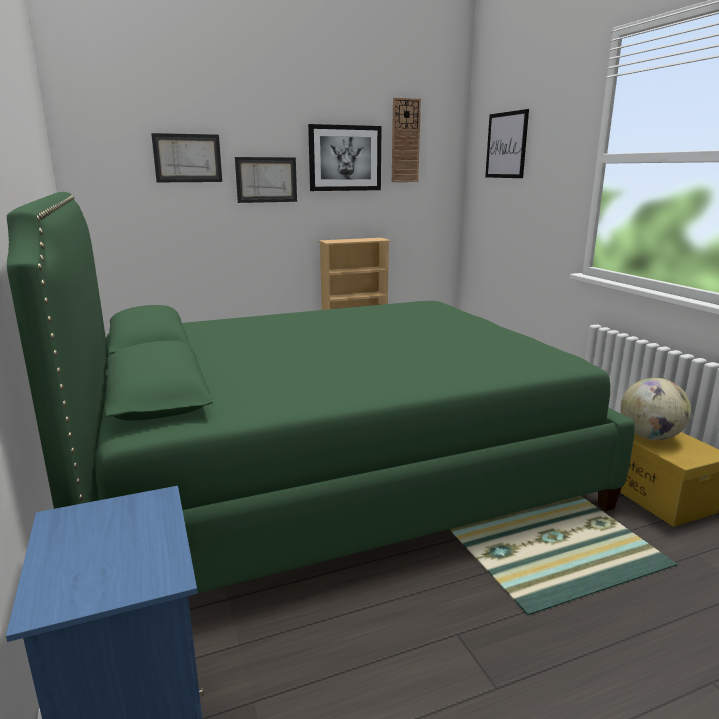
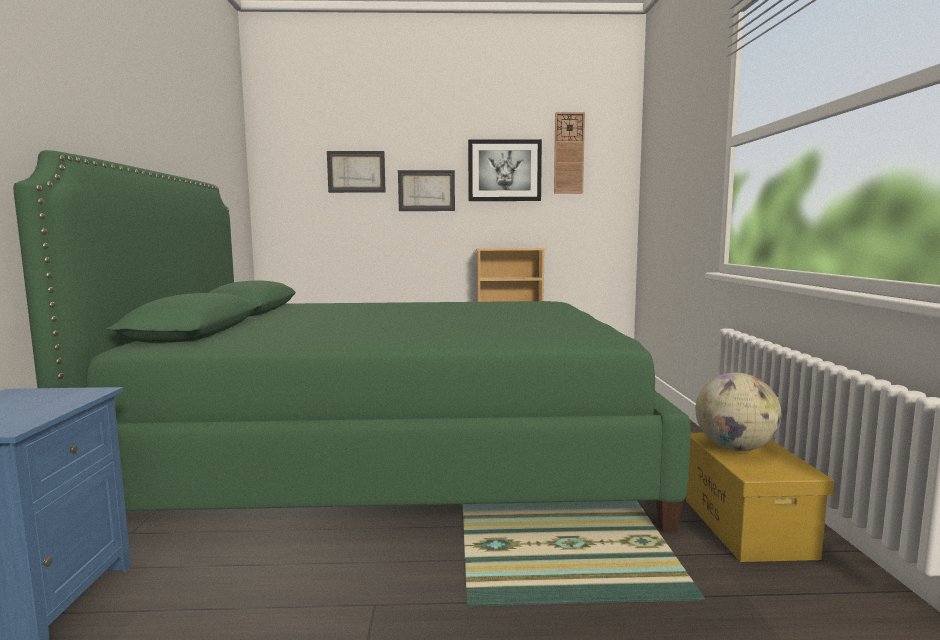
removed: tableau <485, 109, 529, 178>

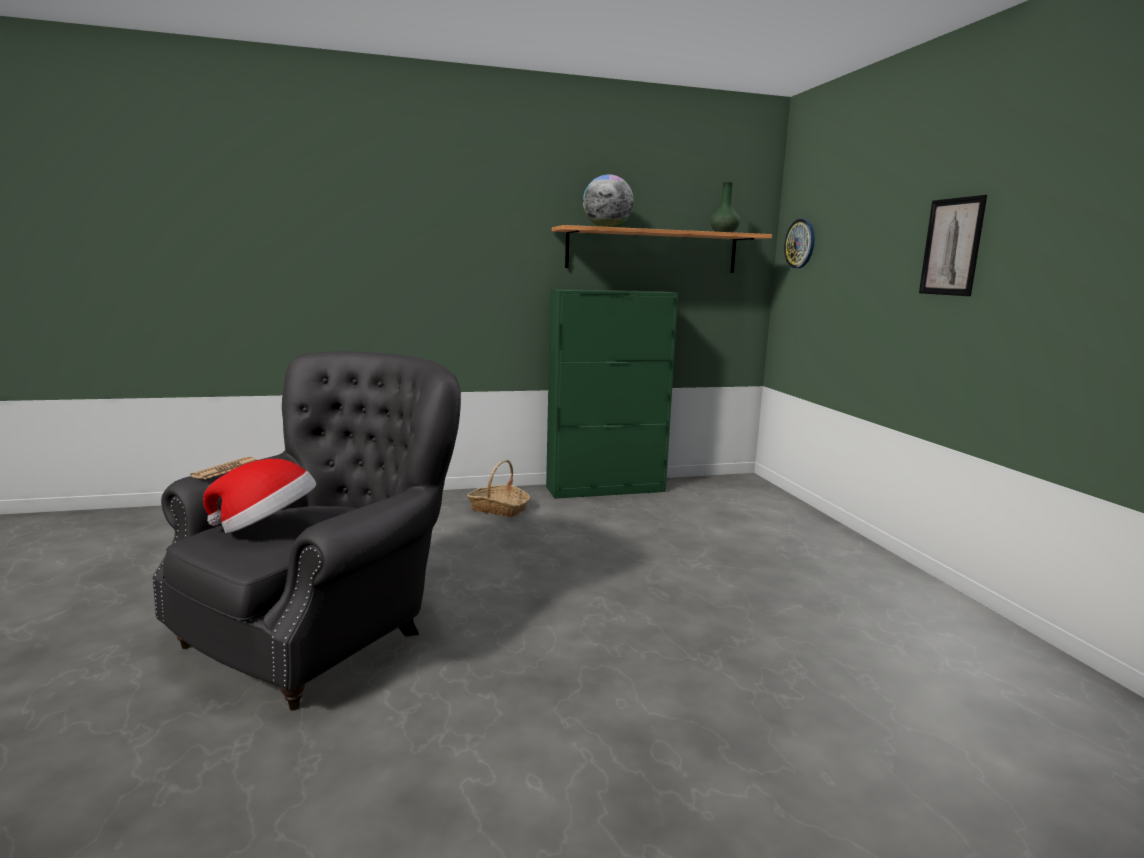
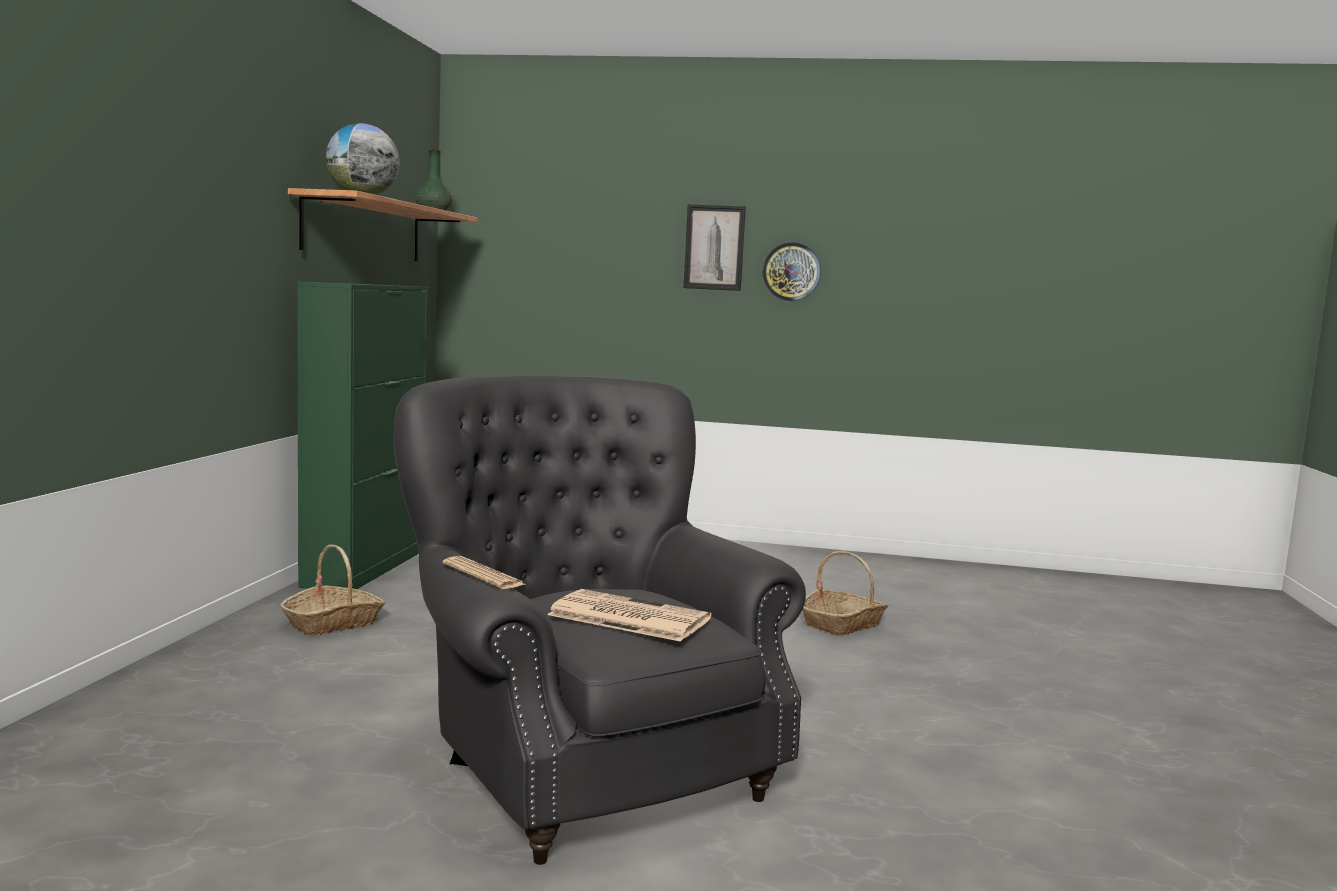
added: panier <802, 551, 888, 636>
moved: horloge murale <784, 219, 815, 268> to <762, 242, 821, 301>
replaced: chapeau <203, 459, 316, 533> to journal <547, 589, 711, 642>

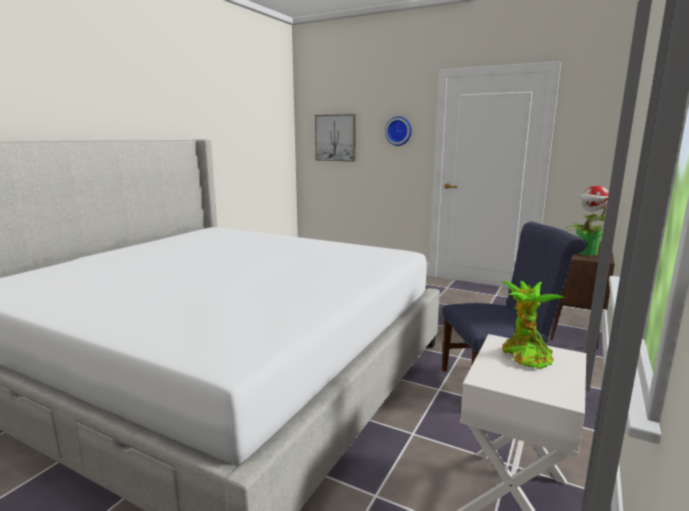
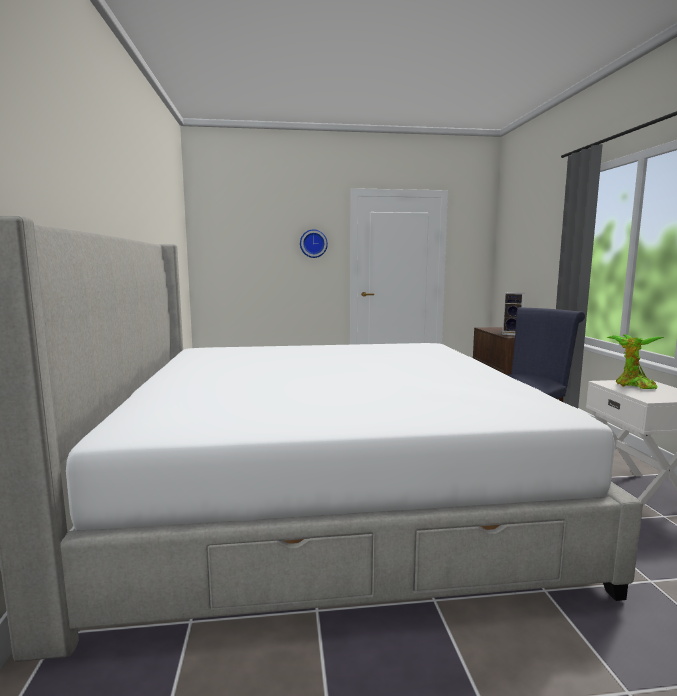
removed: tableau <315, 114, 356, 162>
replaced: plante en pot <566, 185, 609, 256> to enceinte <502, 292, 525, 335>

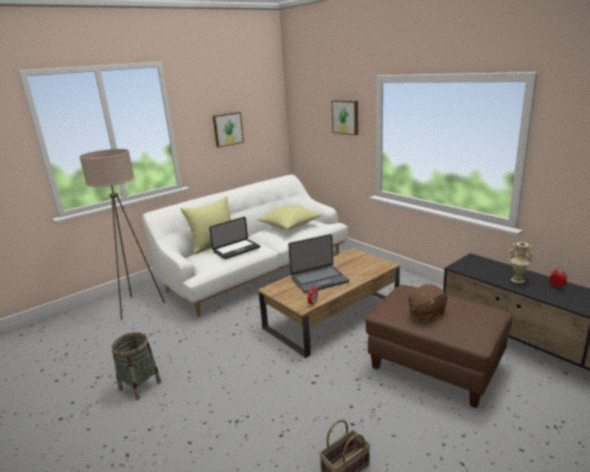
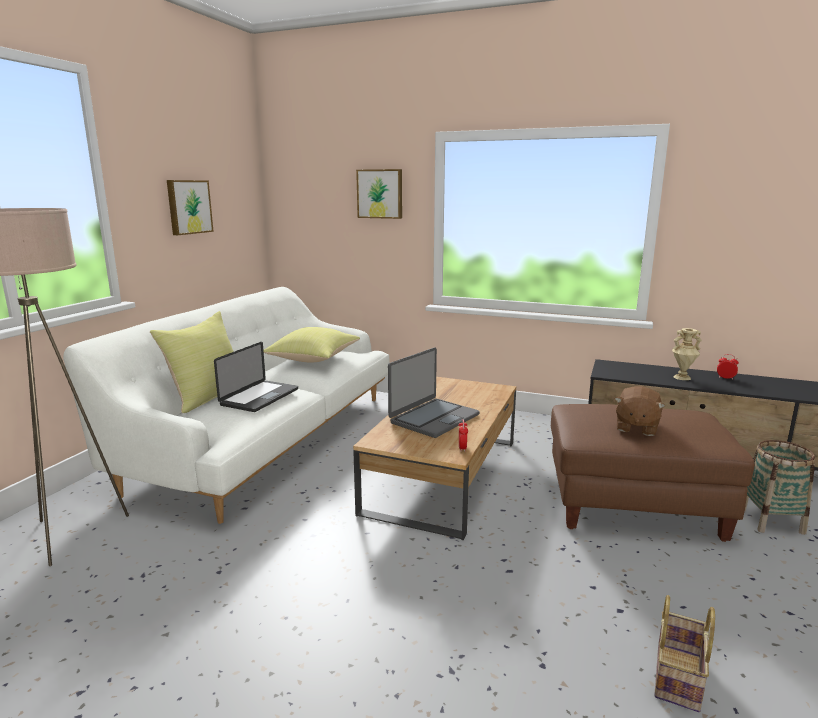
moved: panier <112, 332, 161, 400> to <745, 440, 816, 535>

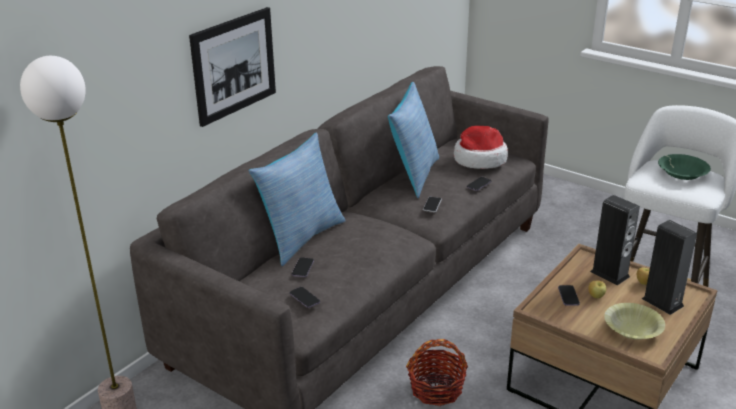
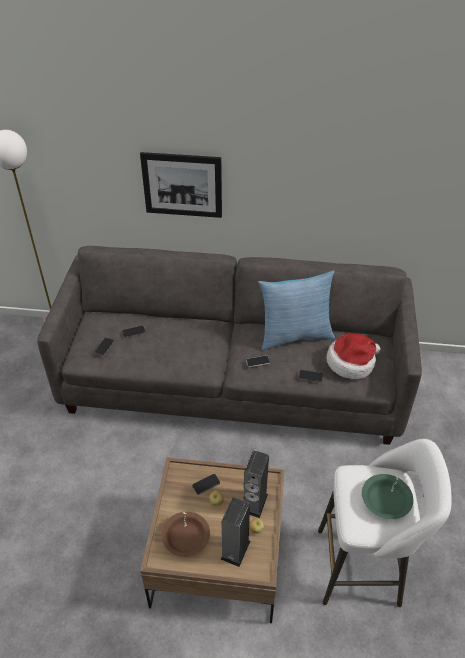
removed: coussin <248, 132, 346, 266>; panier <406, 339, 468, 406>
recoloured: bol [jaune] <604, 303, 665, 340> to bol [marron] <161, 512, 210, 557>

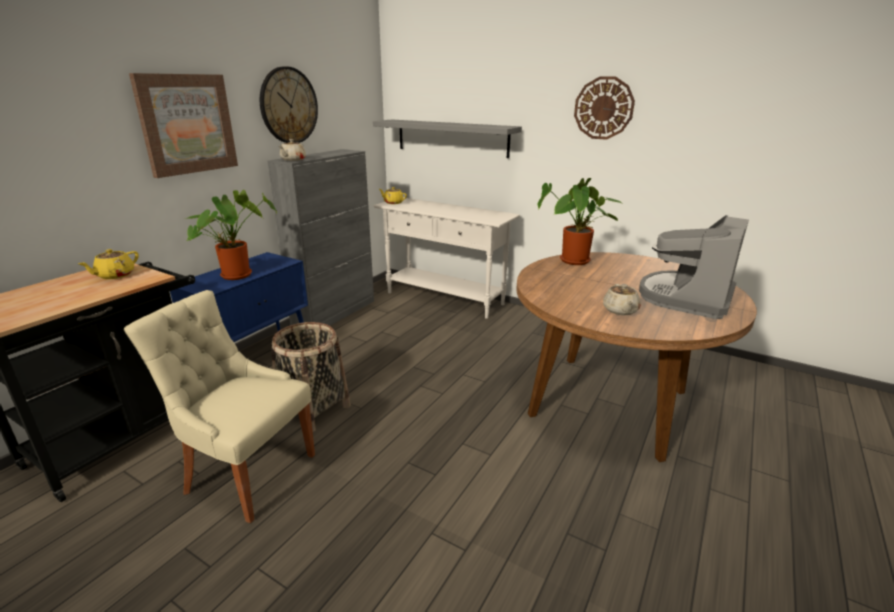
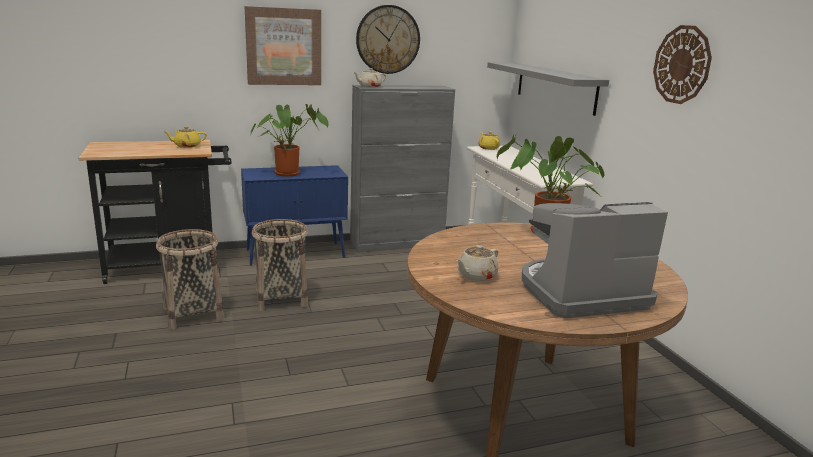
replaced: chaise [beige] <124, 290, 315, 523> to panier <156, 229, 224, 330>

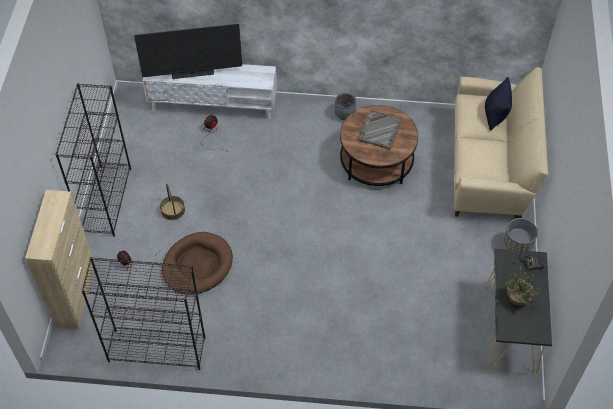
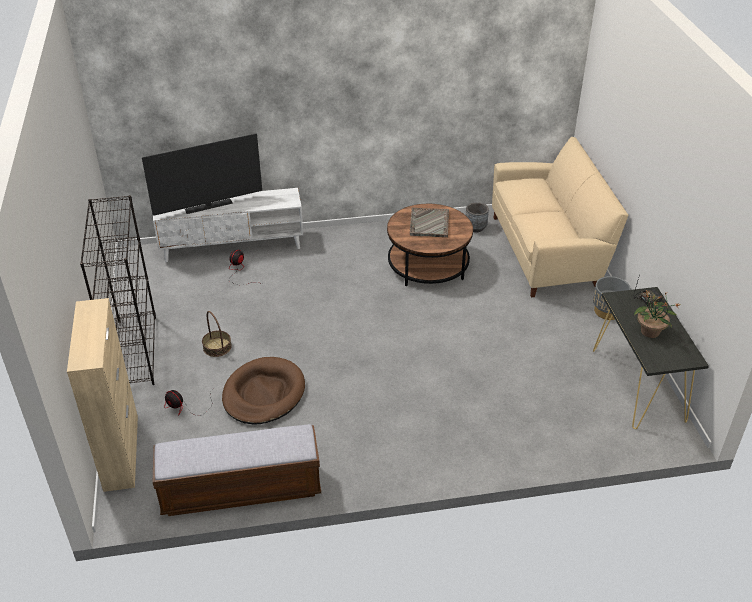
removed: coussin [noir] <485, 77, 512, 131>
moved: cache-pot [gris] <335, 93, 356, 120> to <466, 202, 489, 232>
replaced: bibliothèque [noir] <81, 257, 206, 370> to banc <153, 424, 321, 516>

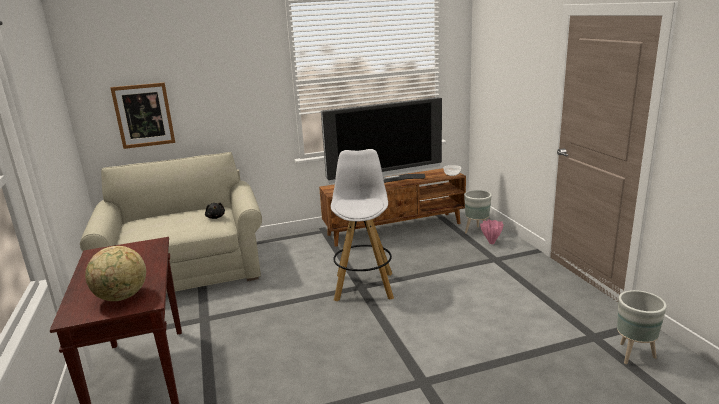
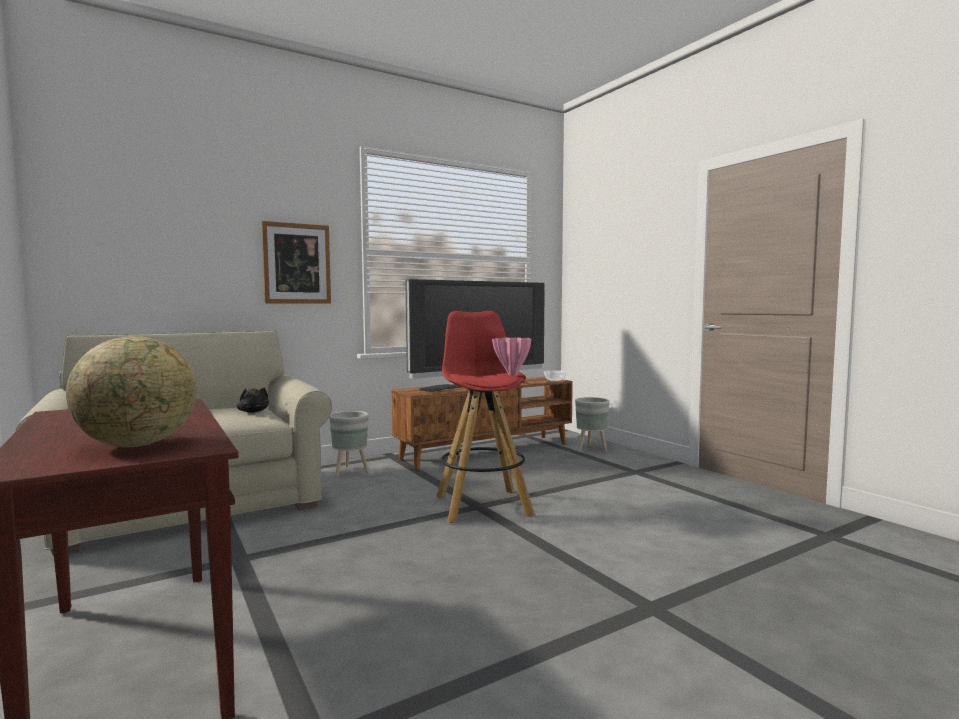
moved: tableau <110, 82, 175, 149> to <262, 221, 331, 304>; cache-pot [gris] <617, 290, 667, 364> to <329, 411, 369, 476>; vase [rose] <480, 219, 504, 244> to <492, 338, 532, 376>
recoloured: tabouret [blanc] <331, 149, 394, 301> to tabouret [rouge] <436, 311, 535, 523>

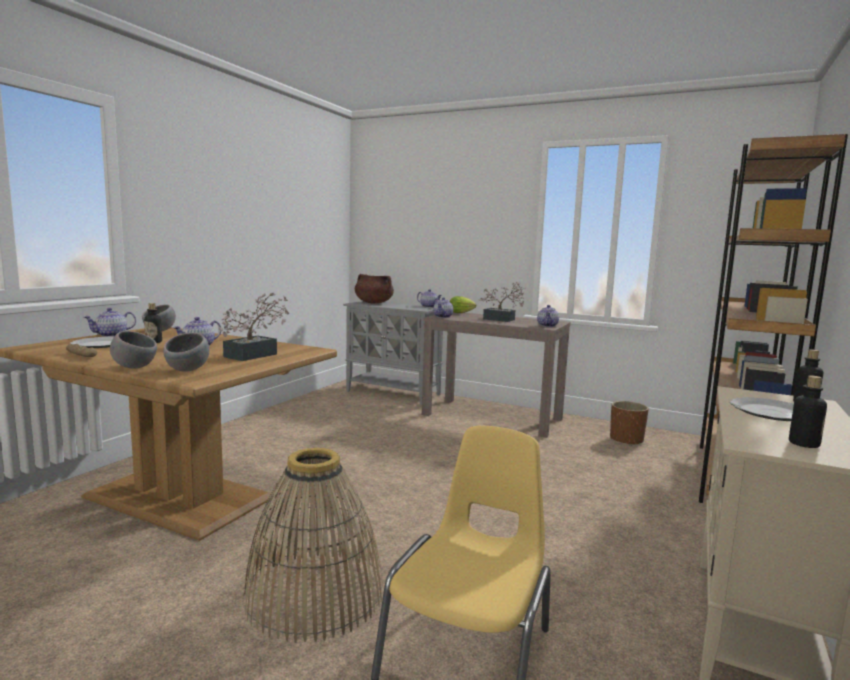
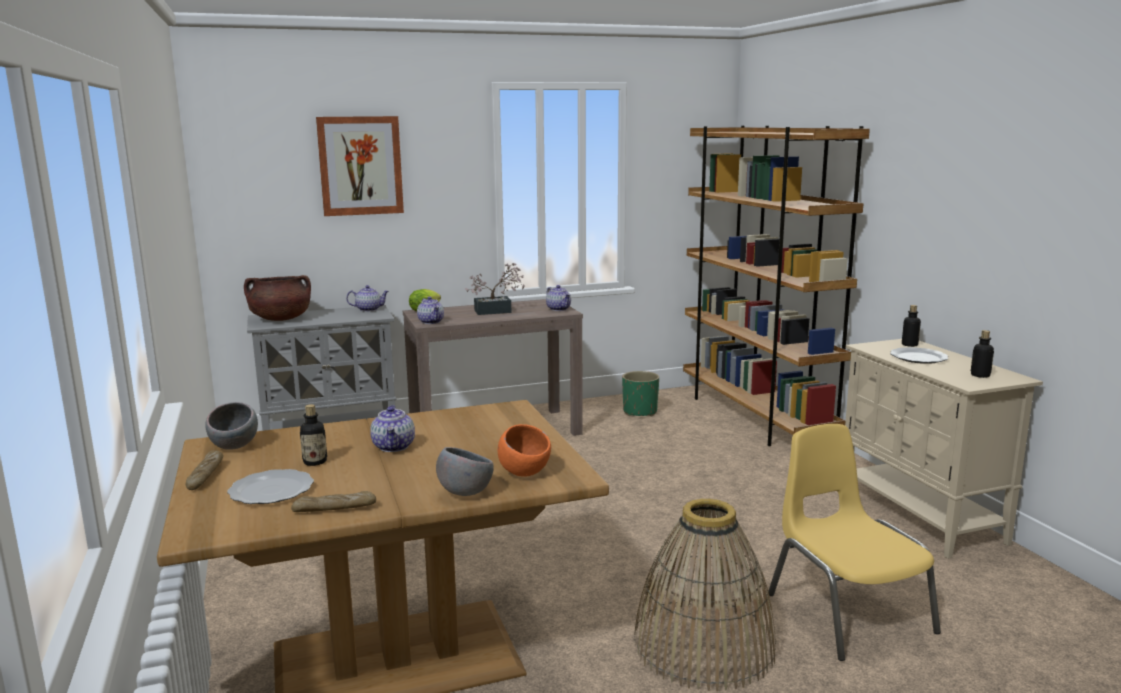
removed: plante en pot <218, 292, 290, 361>
added: tableau <316, 116, 404, 216>
replaced: théière <84, 308, 136, 337> to pain <186, 450, 223, 490>
recoloured: bol [gris] <163, 333, 209, 372> to bol [orange] <498, 424, 551, 477>; cache-pot [marron] <610, 401, 649, 446> to cache-pot [vert] <622, 371, 659, 417>

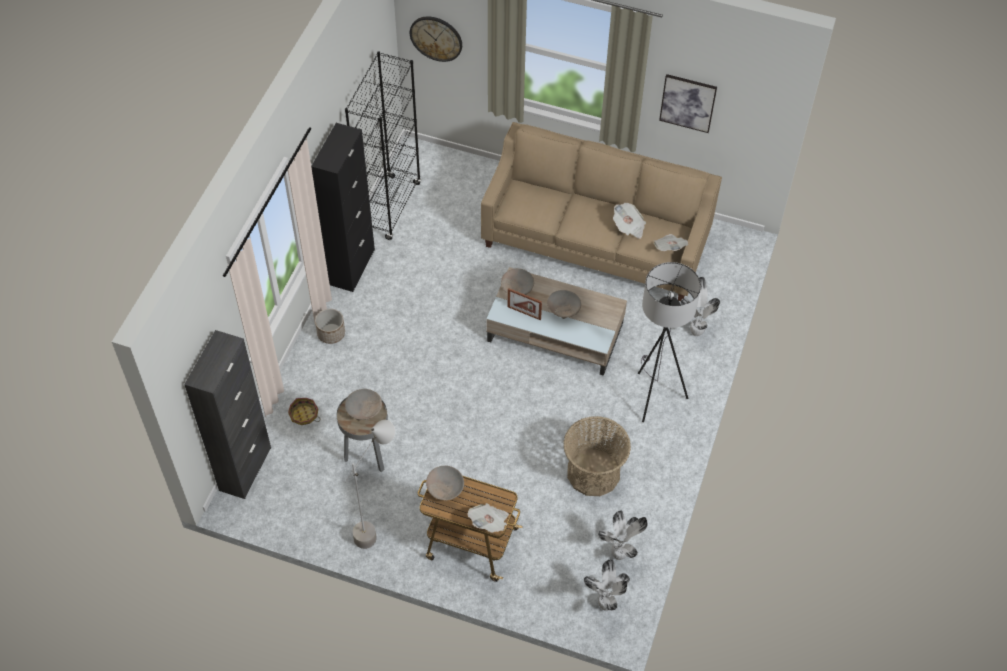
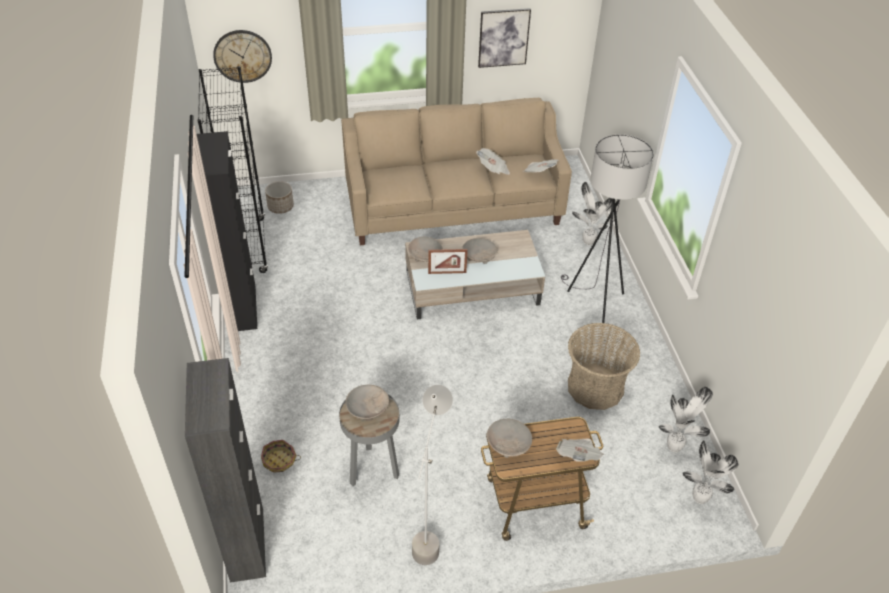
moved: cache-pot <315, 309, 345, 344> to <265, 181, 294, 214>

